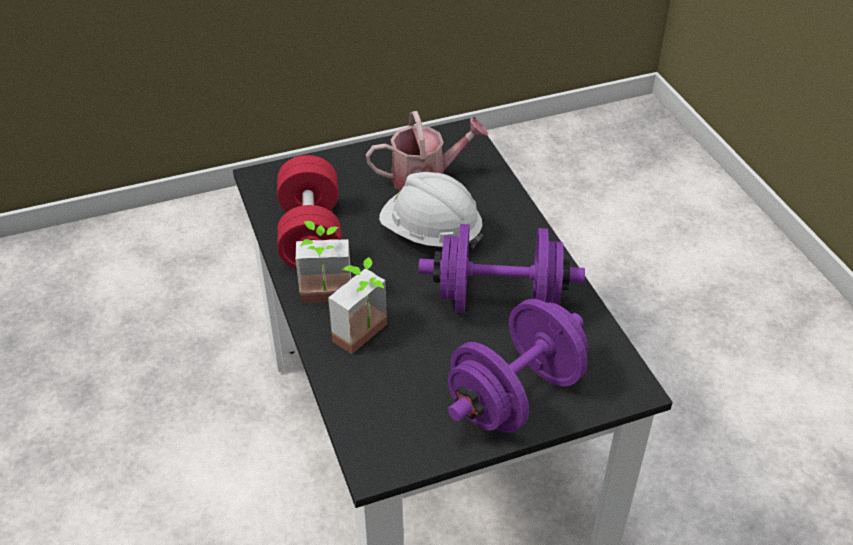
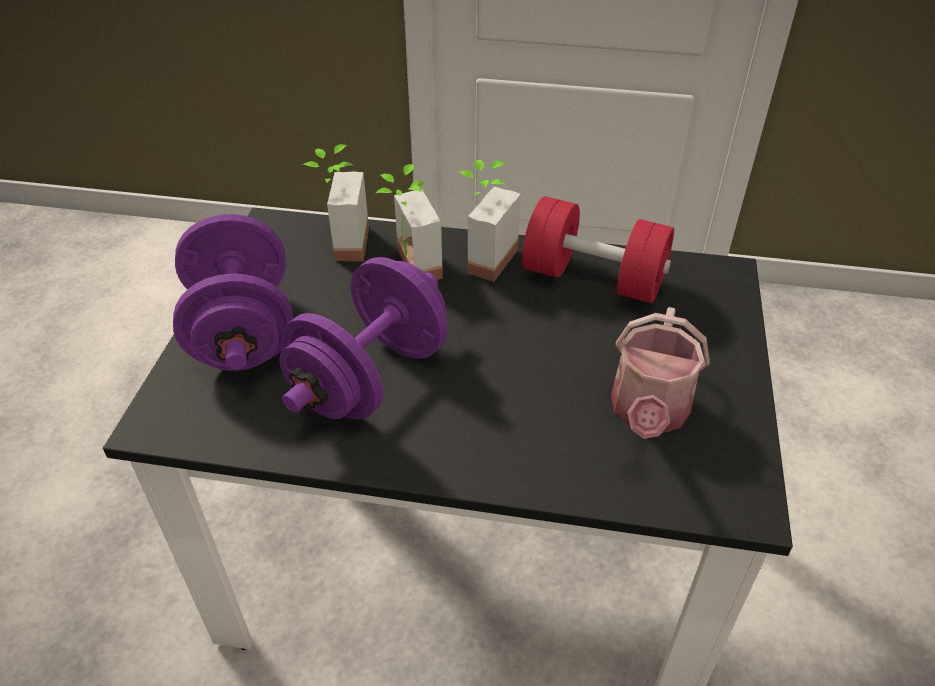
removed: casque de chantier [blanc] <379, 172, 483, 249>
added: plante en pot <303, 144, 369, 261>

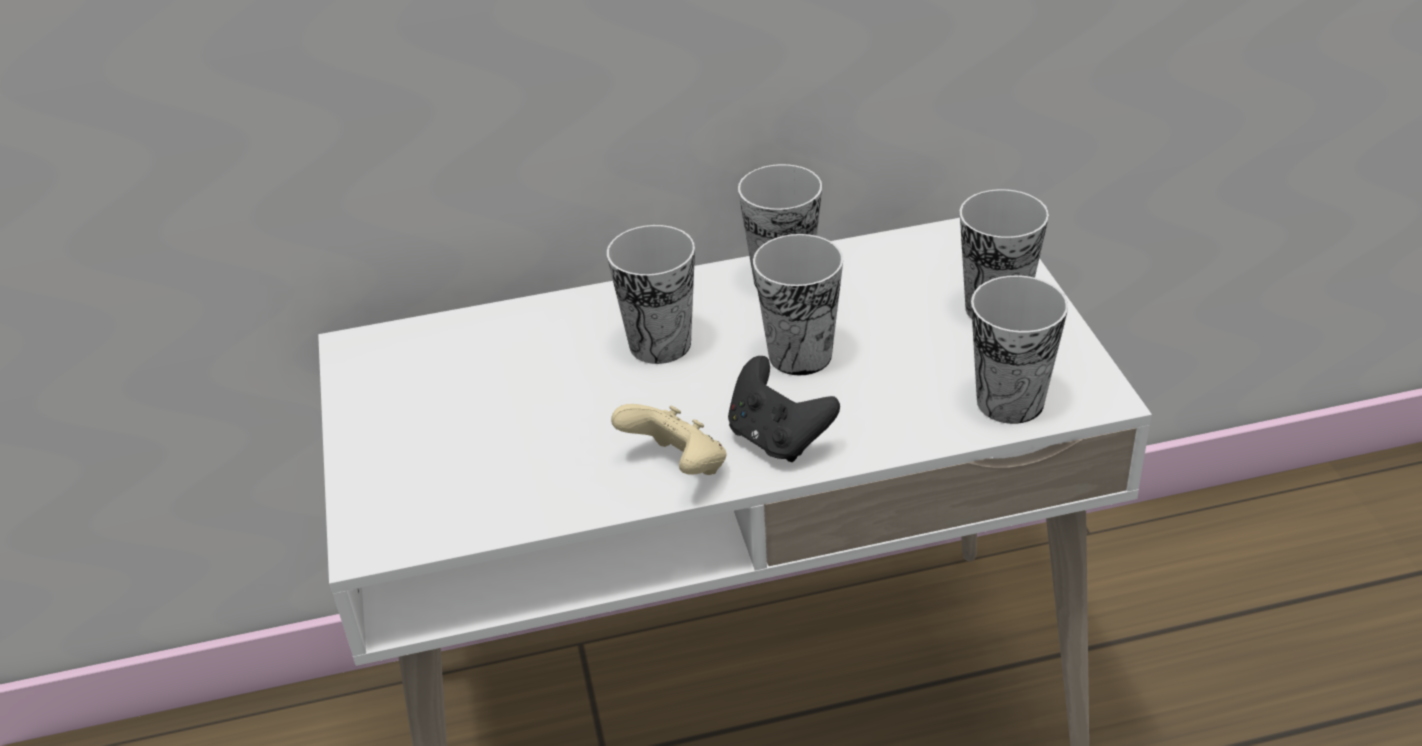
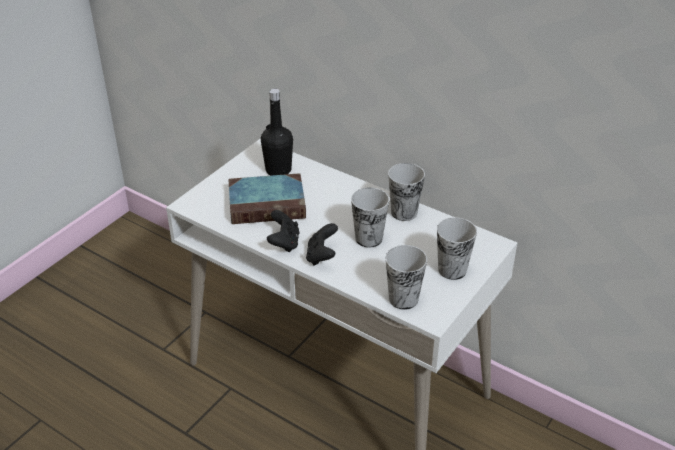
removed: tasse <607, 225, 695, 364>
added: livre <228, 173, 306, 224>; bouteille [noir] <261, 89, 293, 176>
recoloured: manette [beige] <611, 404, 726, 475> to manette [noir] <267, 210, 299, 252>

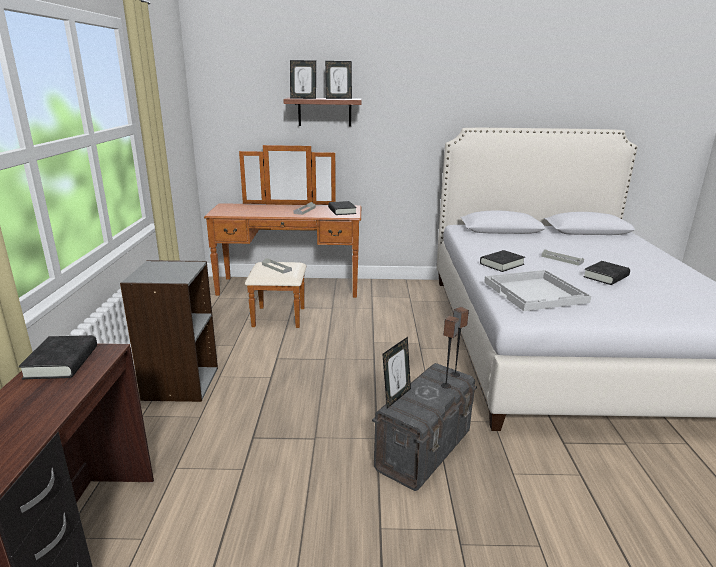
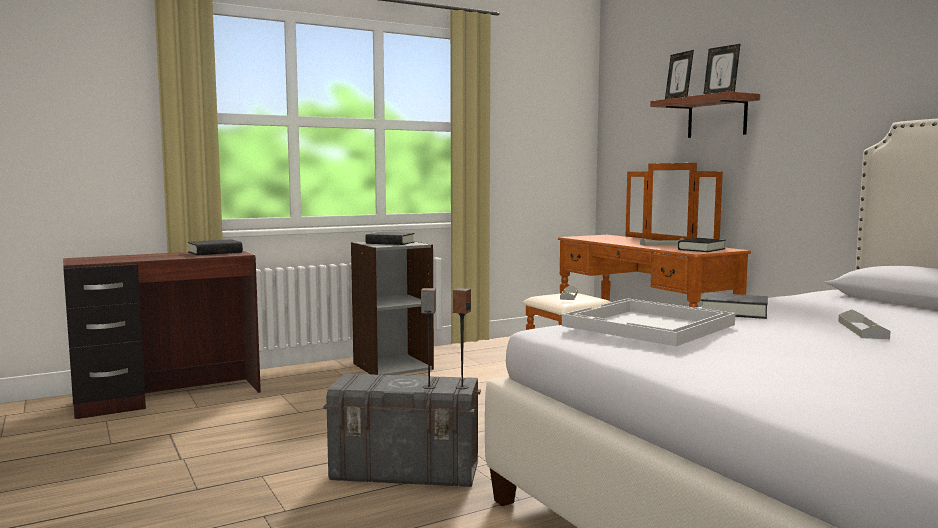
removed: cadre photo <382, 337, 411, 408>
moved: livre [noir] <583, 261, 630, 285> to <365, 232, 415, 245>

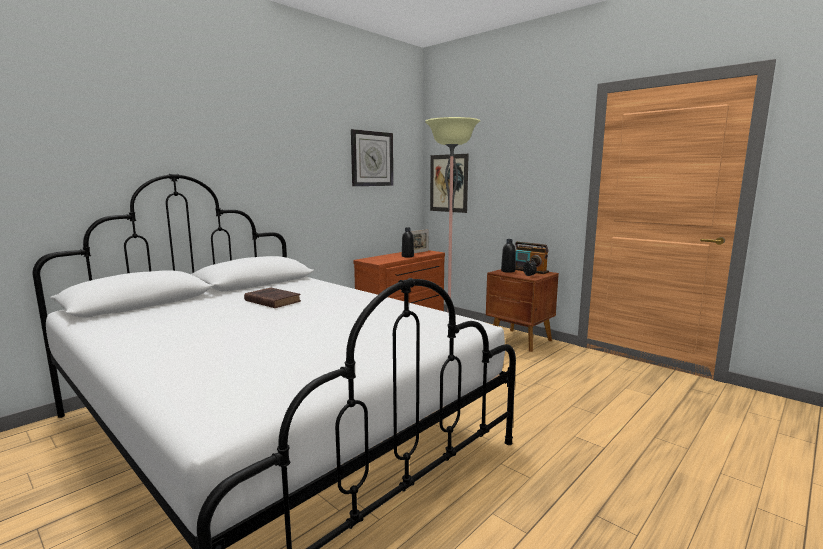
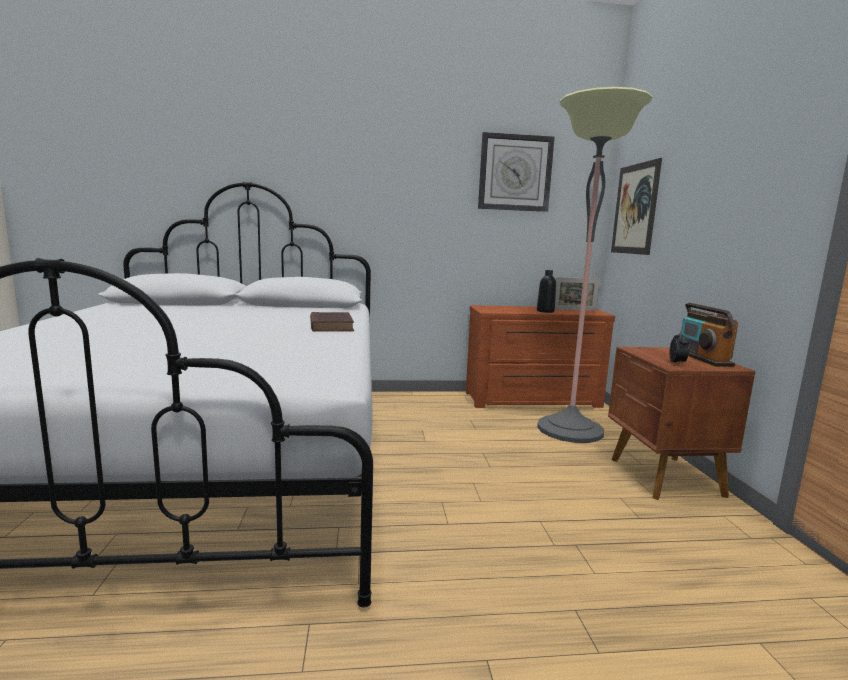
removed: bouteille [noir] <501, 239, 516, 273>
moved: livre [marron] <244, 288, 301, 308> to <310, 312, 354, 332>

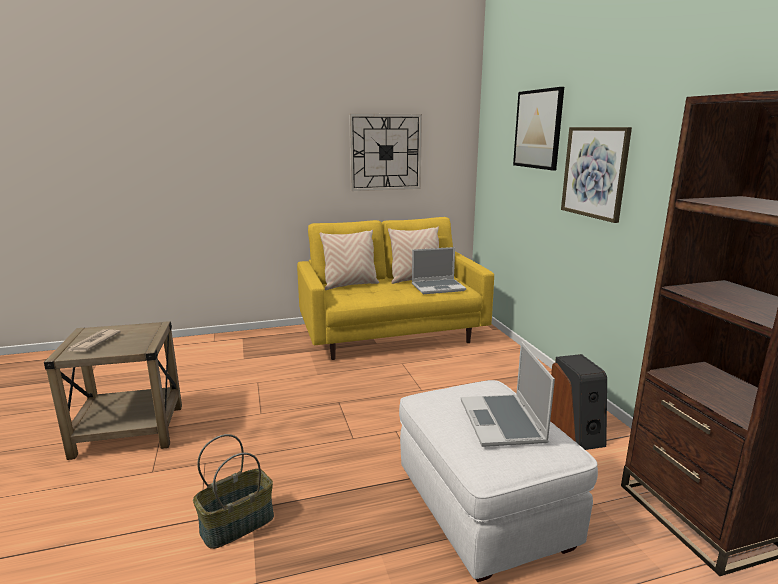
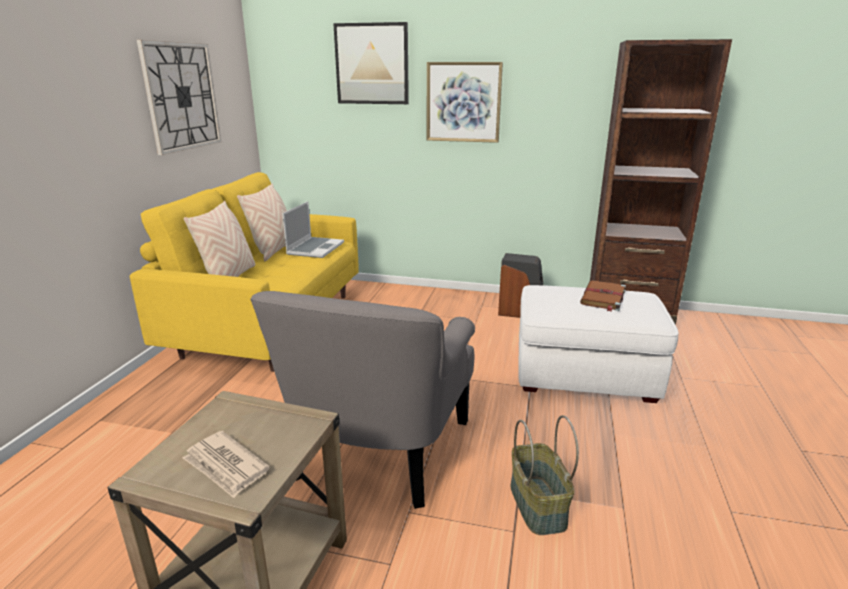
added: fauteuil [gris] <250, 291, 475, 509>
replaced: ordinateur portable <461, 341, 555, 447> to livre [marron] <580, 280, 626, 312>

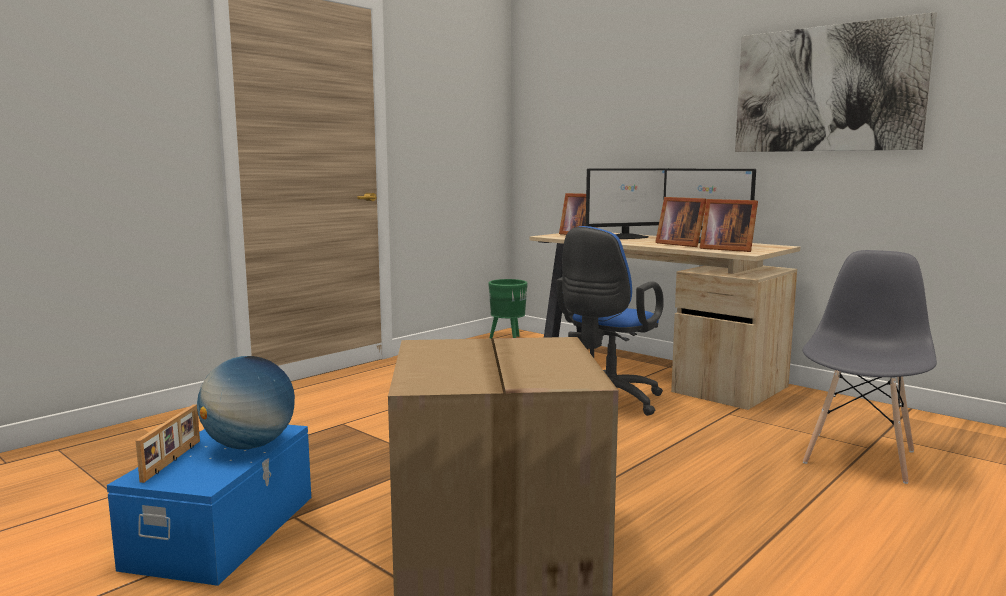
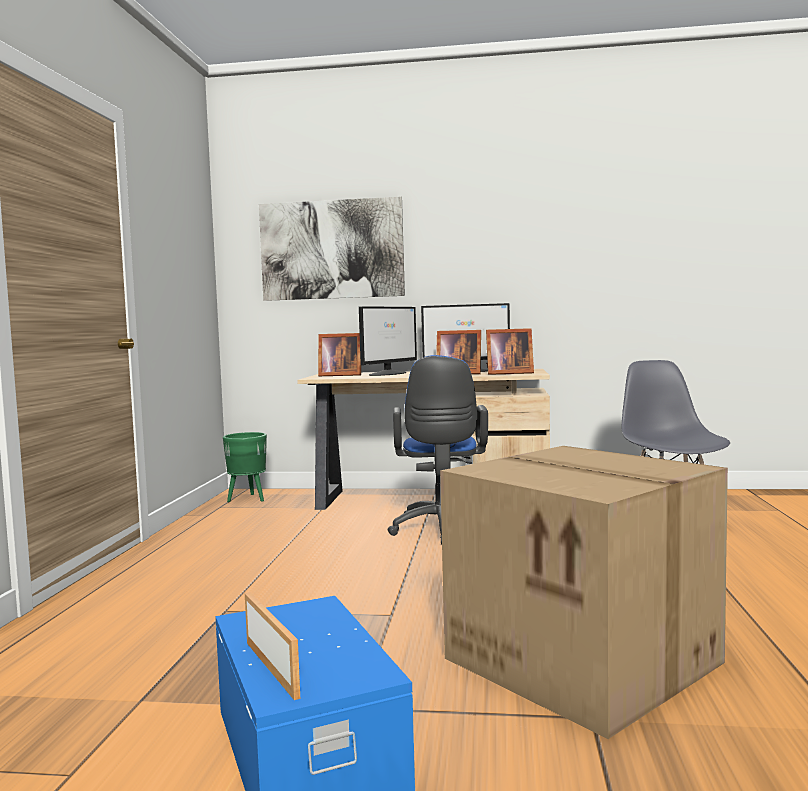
removed: globe <197, 356, 295, 449>
moved: tableau <735, 12, 937, 152> to <259, 197, 405, 301>

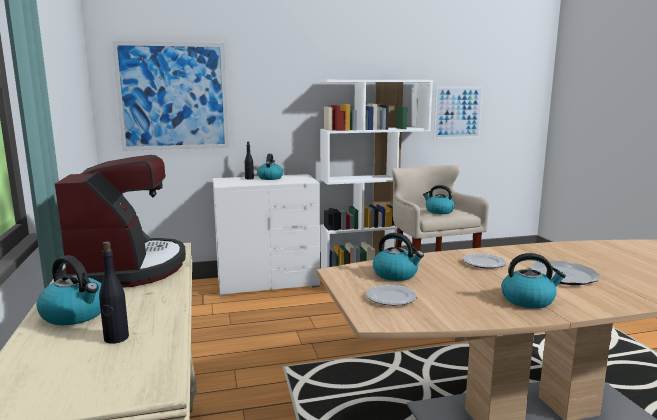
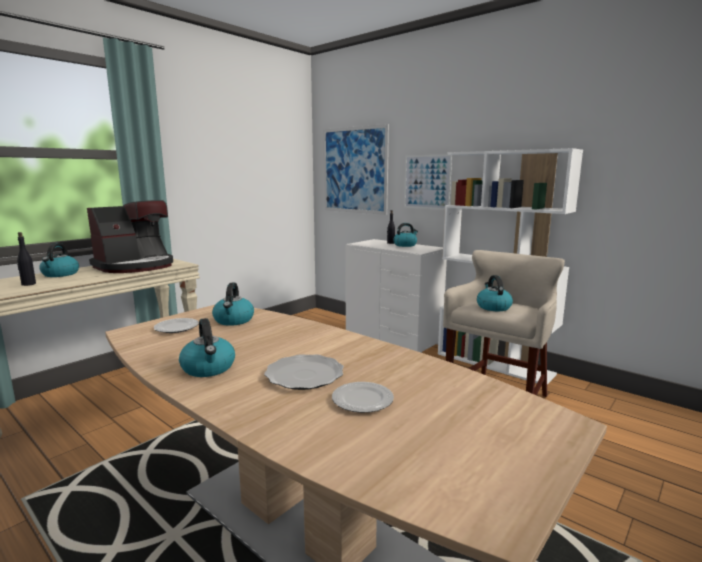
moved: assiette <463, 253, 507, 269> to <332, 382, 394, 413>; tableau <434, 87, 483, 139> to <404, 154, 452, 210>

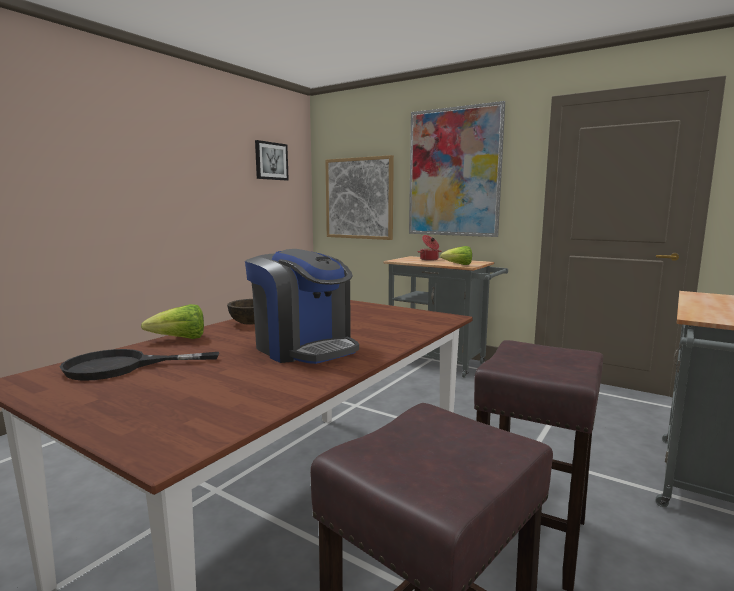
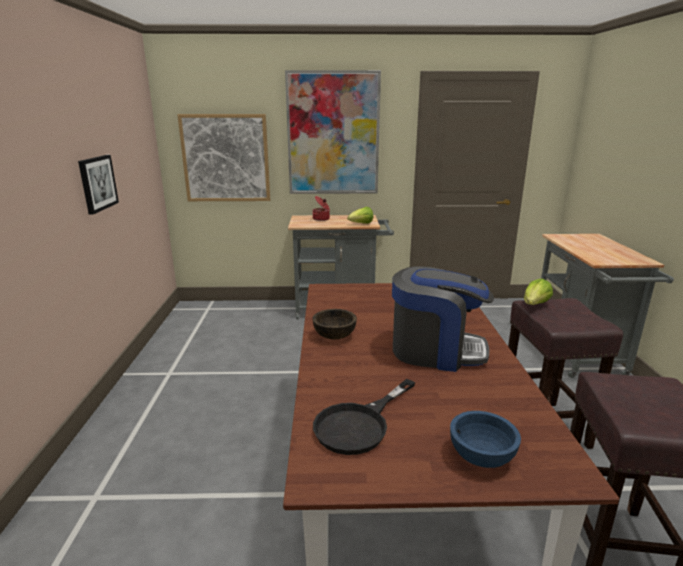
added: bol [bleu] <450, 411, 521, 468>
moved: tableau <255, 140, 289, 180> to <78, 155, 119, 215>; laitue <141, 304, 204, 339> to <524, 278, 553, 305>

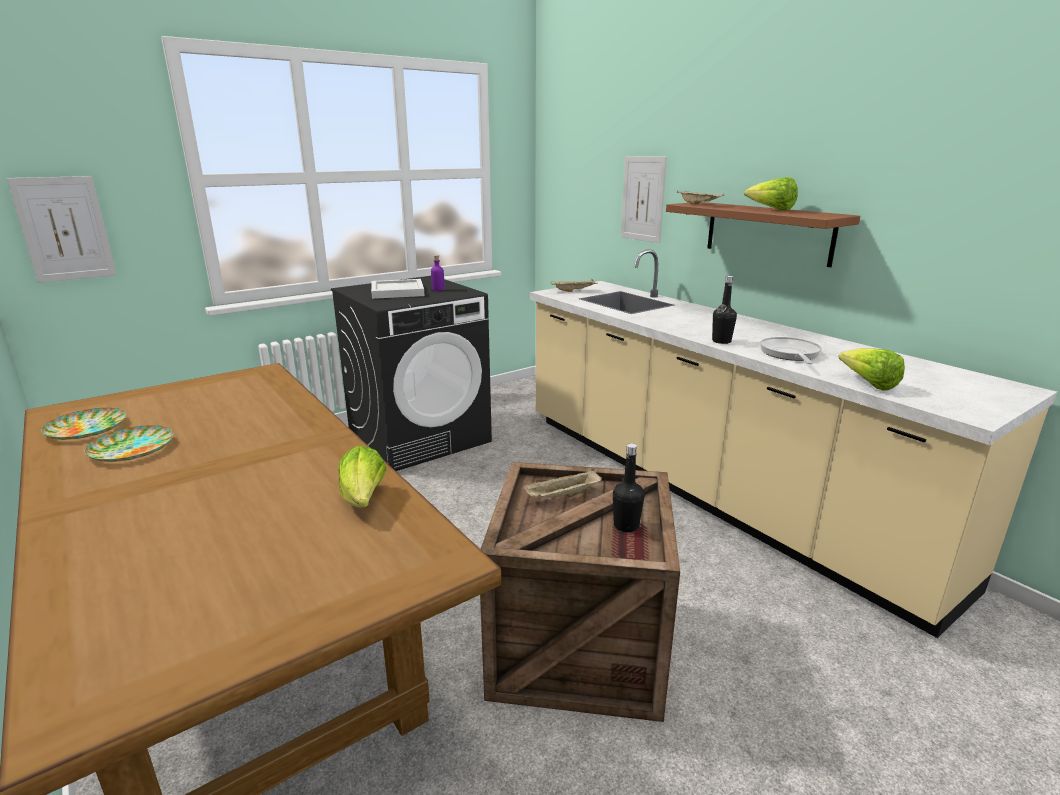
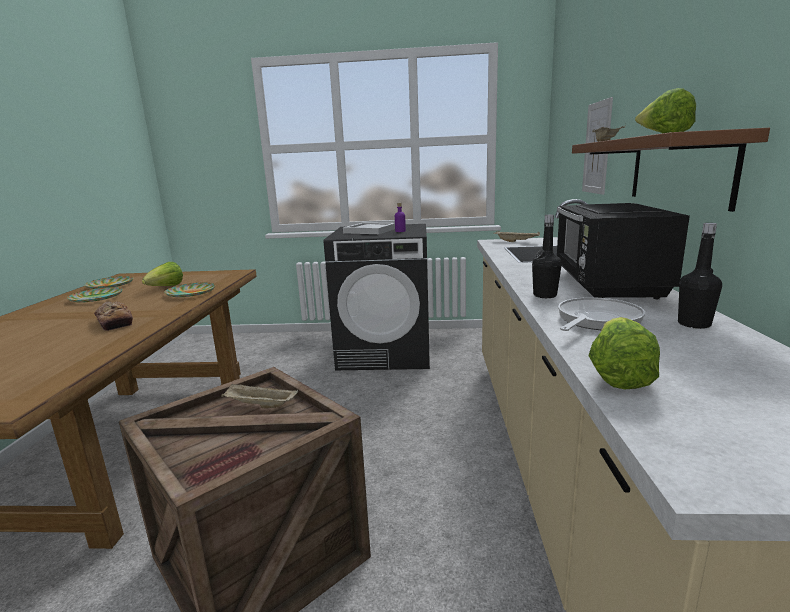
removed: tableau <7, 176, 117, 283>
added: pain <94, 301, 133, 331>; assiette <164, 283, 215, 297>; micro-ondes [noir] <557, 203, 690, 299>
moved: laitue <338, 446, 387, 508> to <142, 262, 183, 286>; bouteille [noir] <613, 443, 645, 532> to <678, 223, 722, 329>

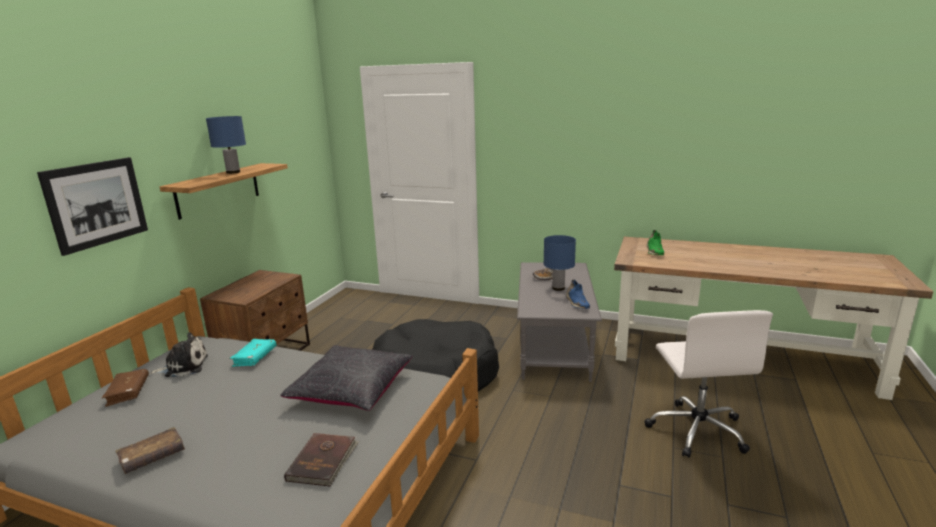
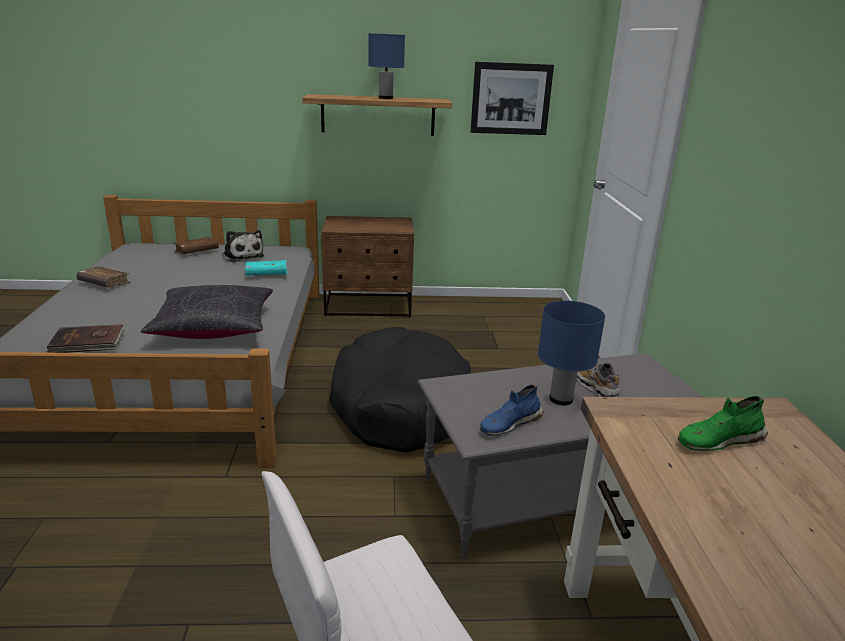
moved: tableau <37, 157, 148, 256> to <471, 62, 554, 135>

